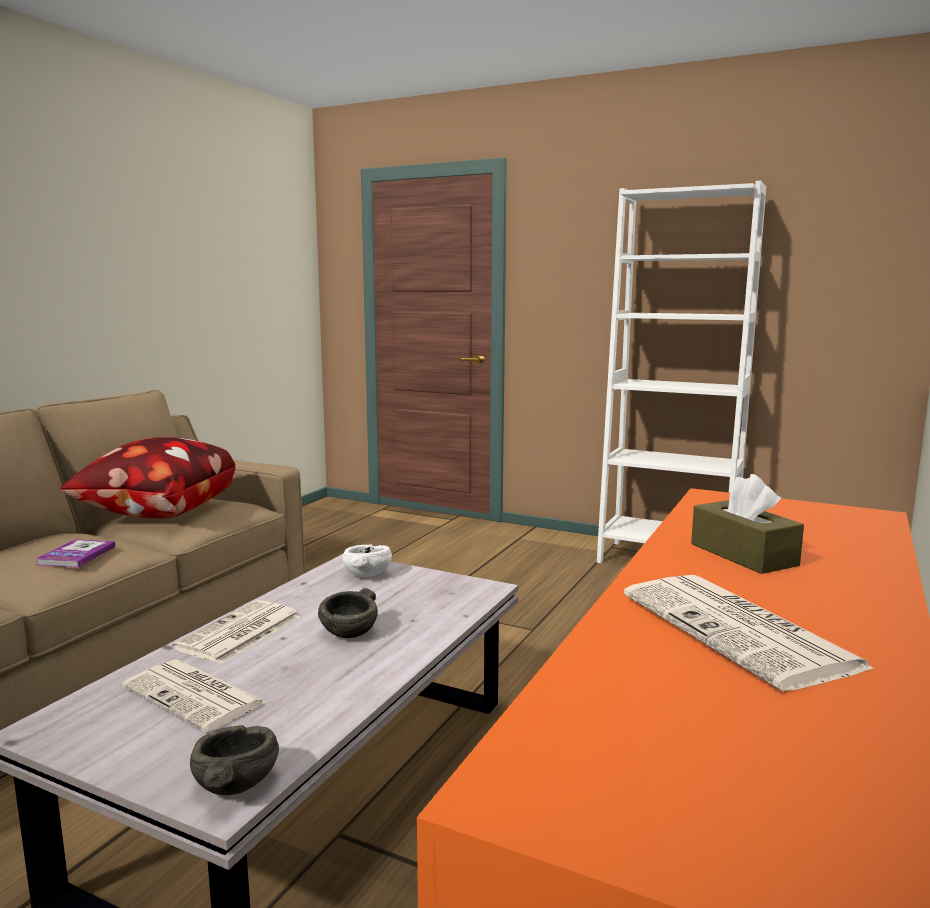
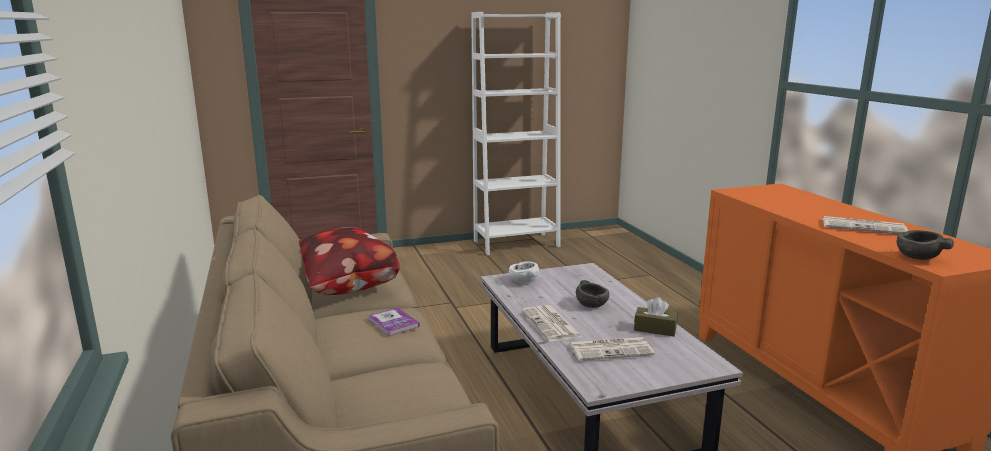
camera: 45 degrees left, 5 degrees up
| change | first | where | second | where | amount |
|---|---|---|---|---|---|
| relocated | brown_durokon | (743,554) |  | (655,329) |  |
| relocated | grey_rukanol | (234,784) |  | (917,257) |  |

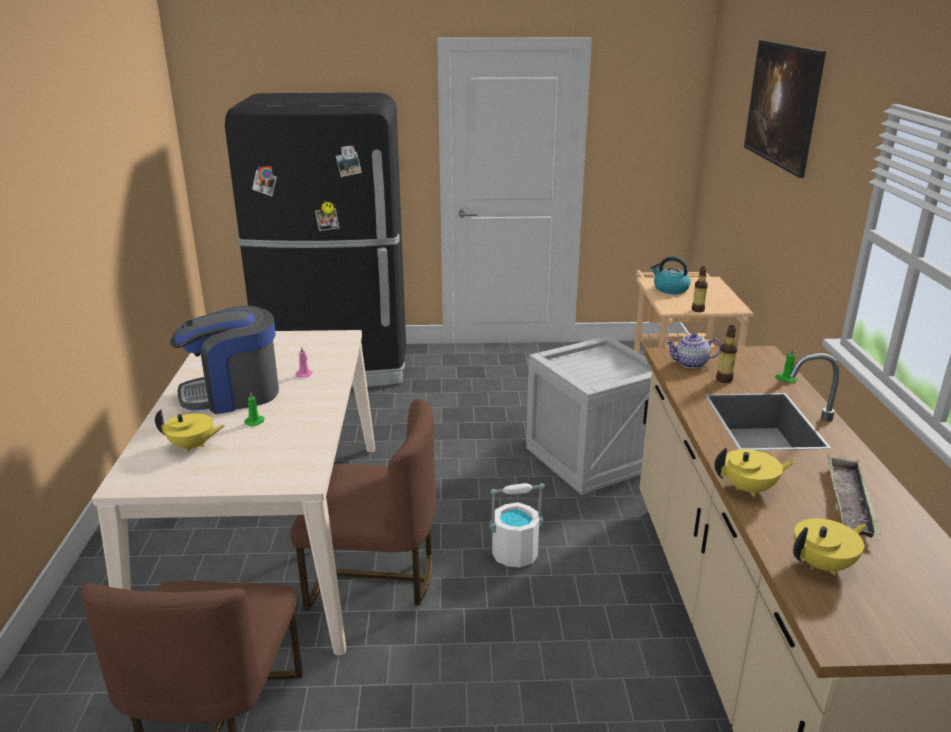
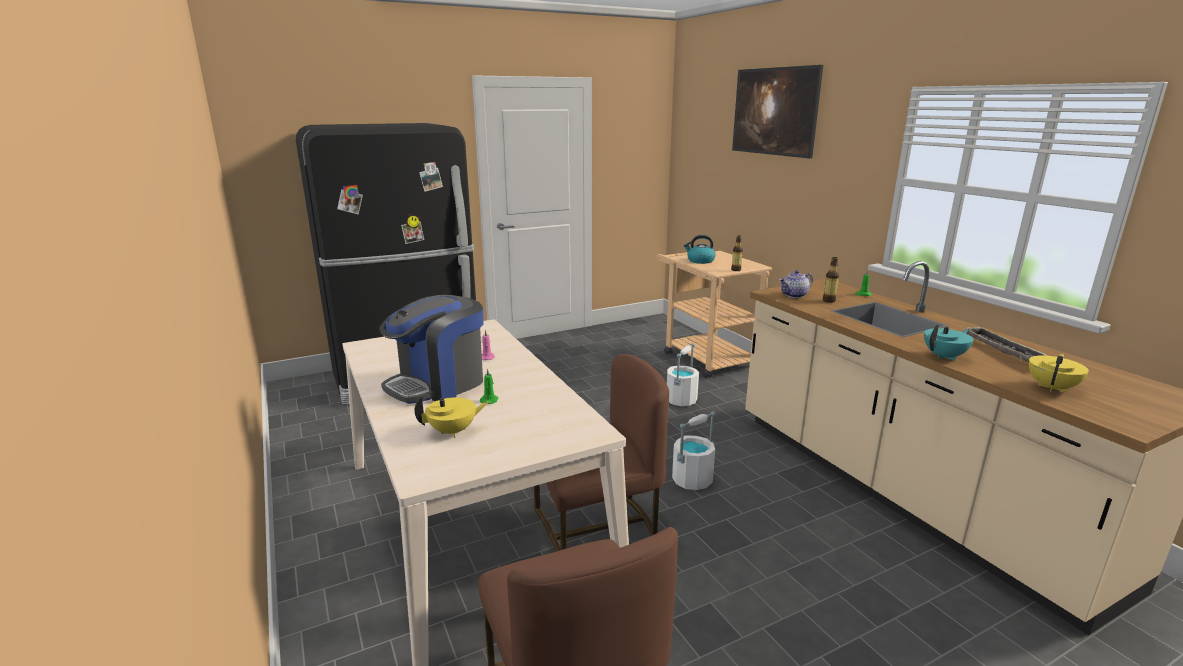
camera: 25 degrees left, 5 degrees down
| change | first | where | second | where | amount |
|---|---|---|---|---|---|
| exchanged | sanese | (591,458) | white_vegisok | (681,400) |  |
| colour | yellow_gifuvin | (749,489) | turquoise_gifuvin | (944,356) |  |

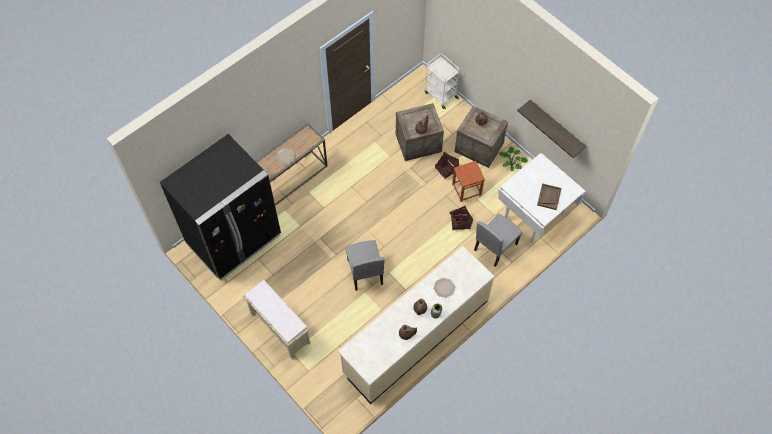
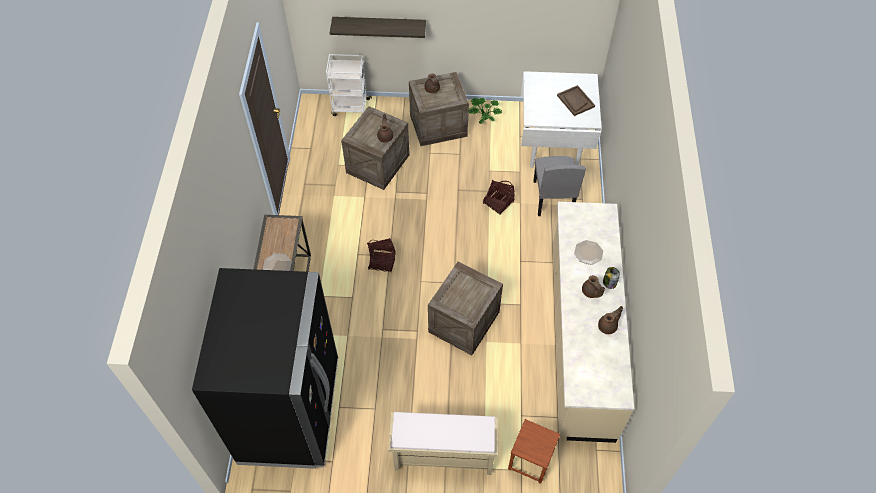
camera: 45 degrees left, 5 degrees down
| change | first | where | second | where | amount |
|---|---|---|---|---|---|
| relocated | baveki | (556,127) |  | (379,26) |  |
| relocated | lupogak | (446,169) |  | (382,261) |  |
| exchanged | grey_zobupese | (364,272) | sanese | (464,322) |  |
| relocated | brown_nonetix | (466,189) |  | (530,460) |  |

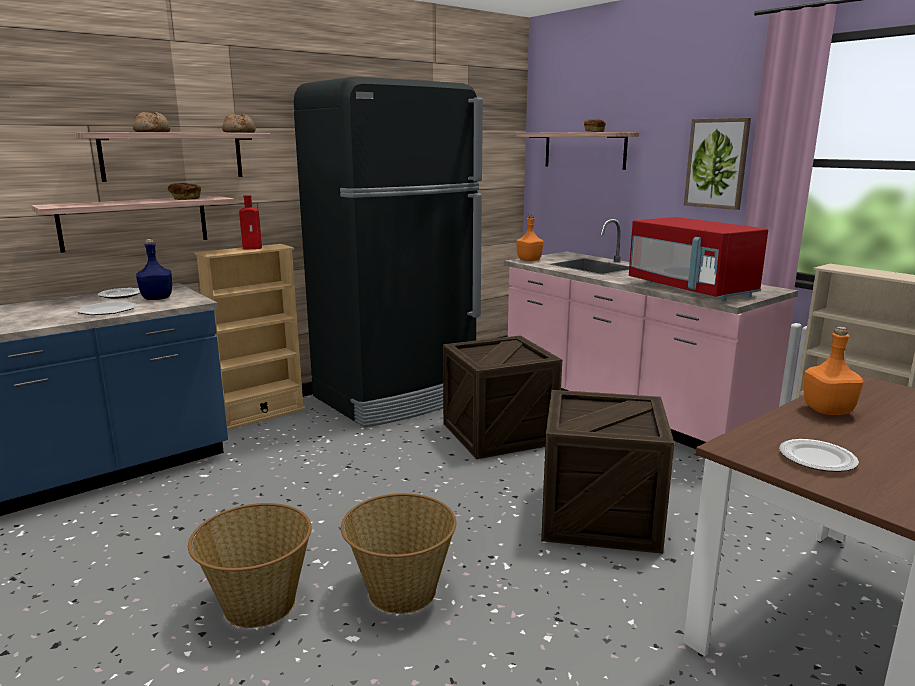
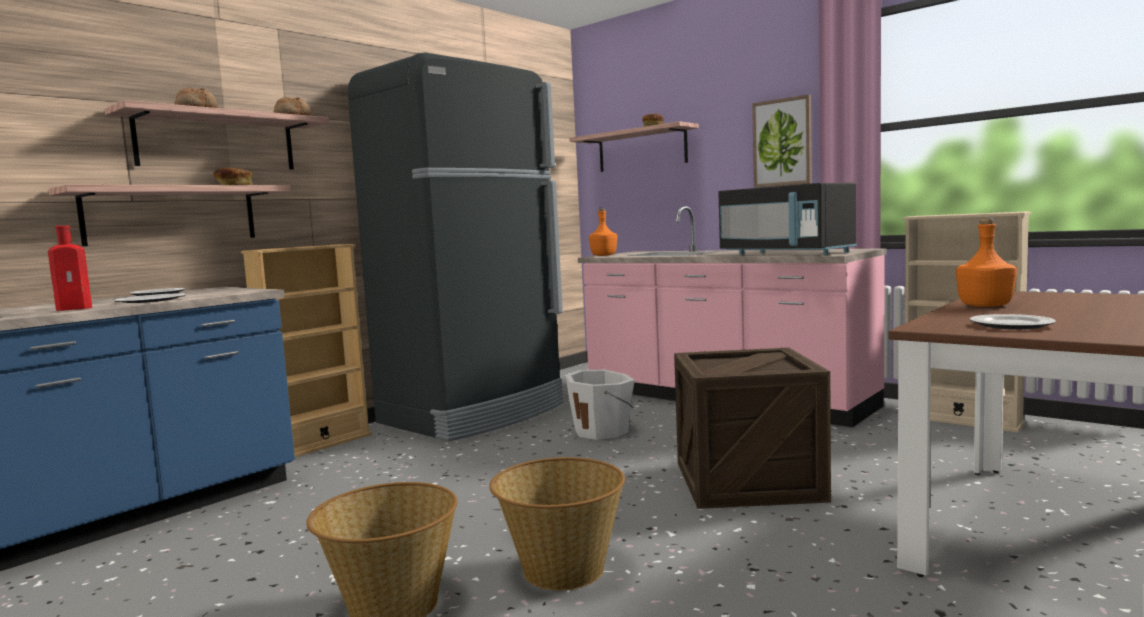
camera: 10 degrees left, 10 degrees down
| change | first | where | second | where | amount |
|---|---|---|---|---|---|
| relocated | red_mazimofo | (253,248) |  | (77,308) |  |
| exchanged | sanese | (498,433) | white_vegisok | (603,431) |  |
| colour | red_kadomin | (690,289) | black_kadomin | (786,254) |  |
| missing | blue_mazimofo | (156,298) |  |  |  |

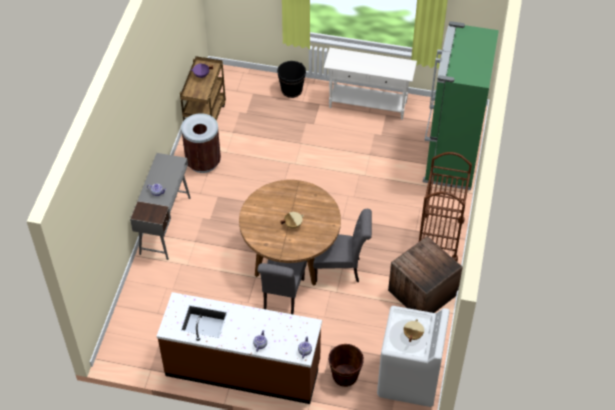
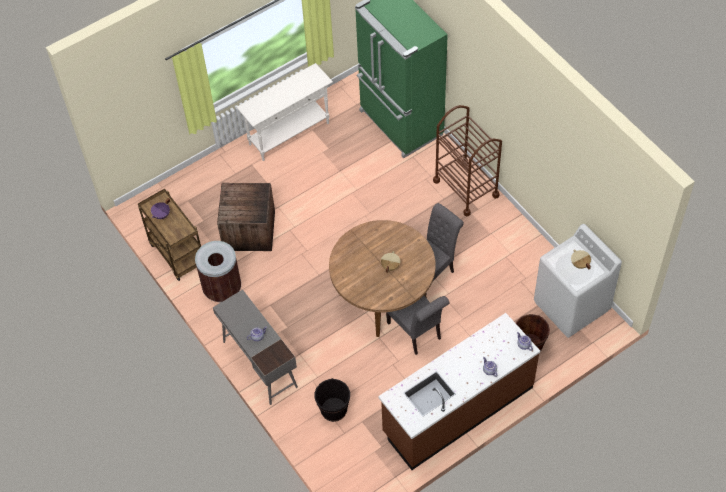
camera: 45 degrees left, 5 degrees up
| change | first | where | second | where | amount |
|---|---|---|---|---|---|
| relocated | sanese | (422,293) |  | (250,231) |  |
| relocated | black_vegisok | (291,90) |  | (333,410) |  |

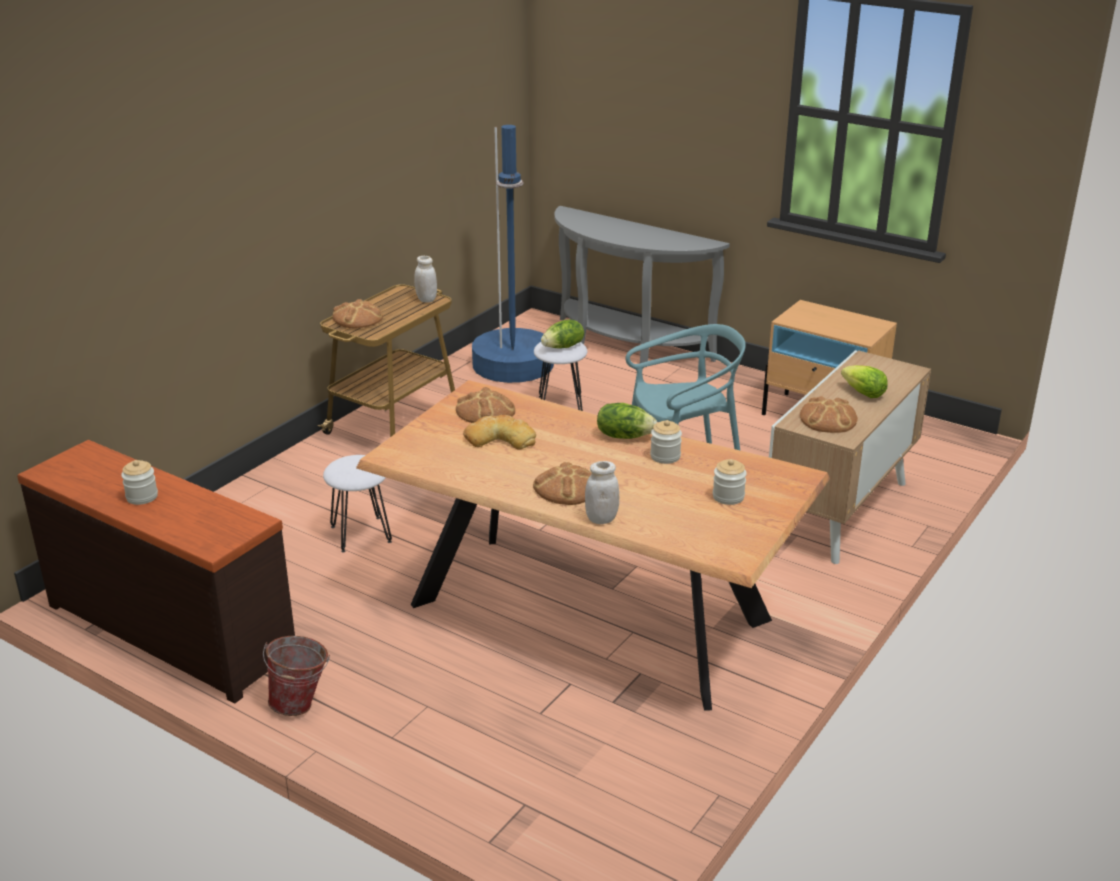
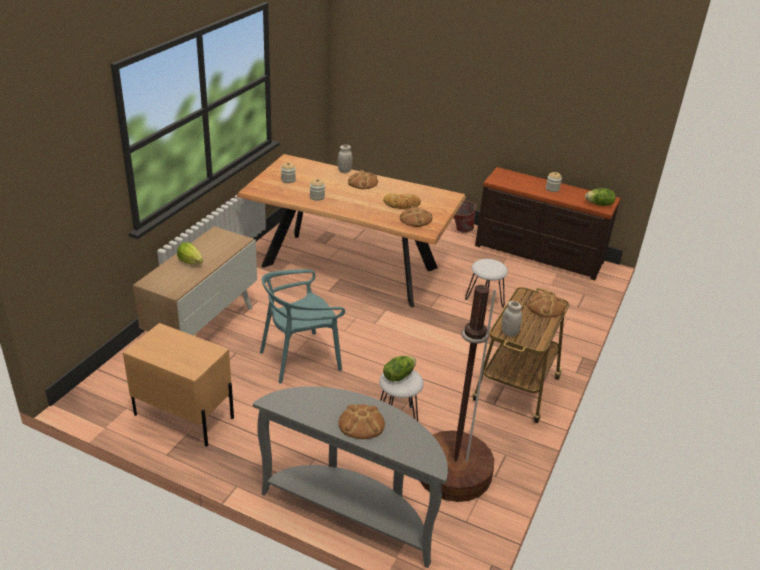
camera: 170 degrees right, 5 degrees up
| change | first | where | second | where | amount |
|---|---|---|---|---|---|
| relocated | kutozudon | (828,419) |  | (361,423) |  |
| colour | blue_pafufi | (513,365) | brown_pafufi | (453,472) |  |
| relocated | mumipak | (624,436) |  | (599,204) |  |

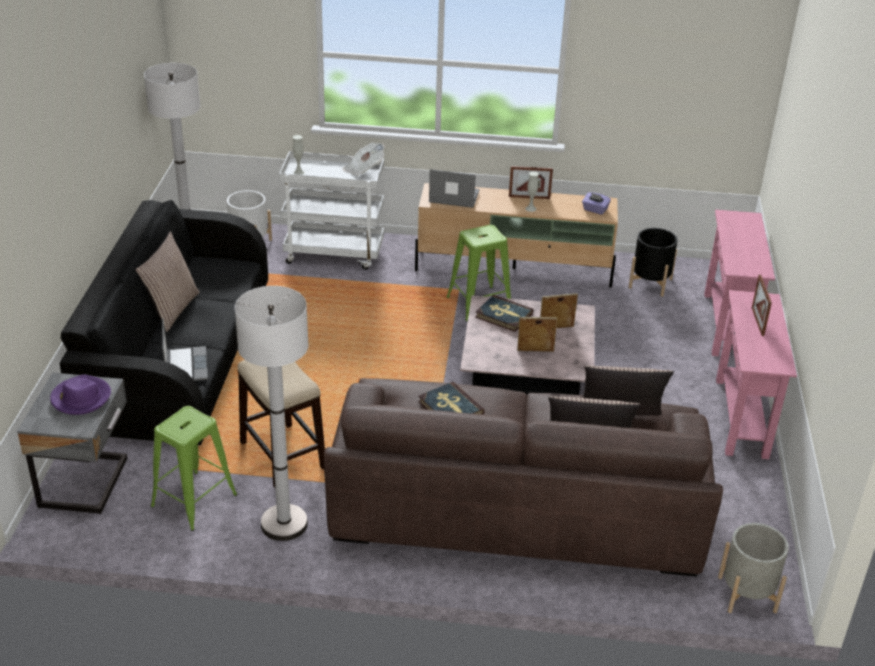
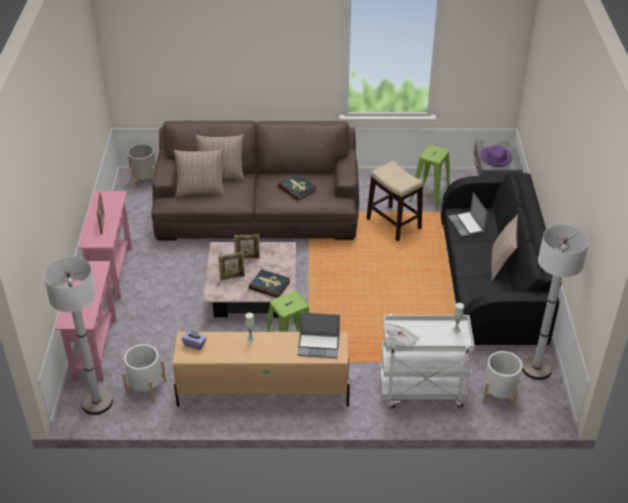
camera: 175 degrees right, 5 degrees up
| change | first | where | second | where | amount |
|---|---|---|---|---|---|
| relocated | white_pafufi | (284,524) |  | (97,402) |  |
| colour | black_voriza | (650,283) | white_voriza | (146,387) |  |
| missing | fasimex | (529,197) |  |  |  |

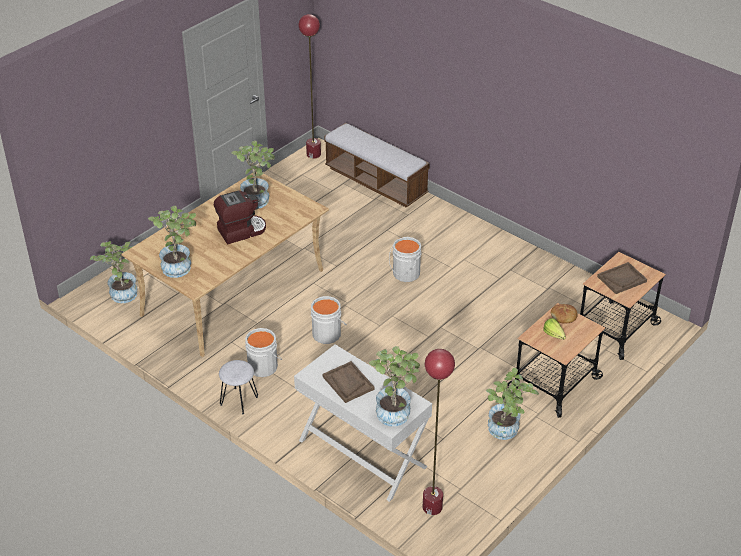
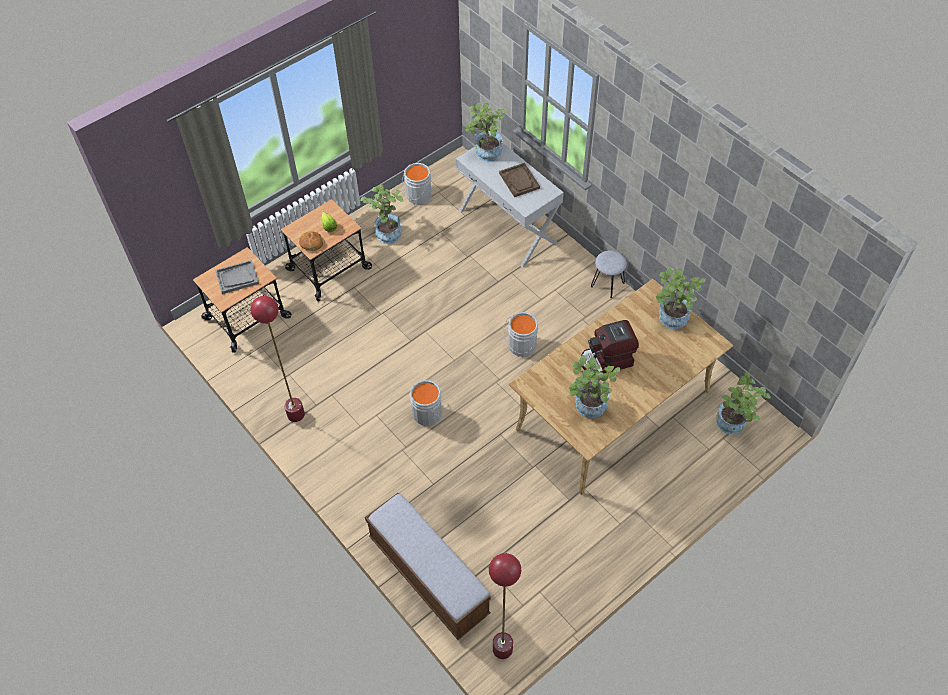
camera: 170 degrees left, 15 degrees up
| change | first | where | second | where | amount |
|---|---|---|---|---|---|
| colour | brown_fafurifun | (621,279) | grey_fafurifun | (237,278) |  |
| relocated | red_pafufi | (432,507) |  | (296,414) |  |
| relocated | grey_vegisok | (264,366) |  | (417,196) |  |

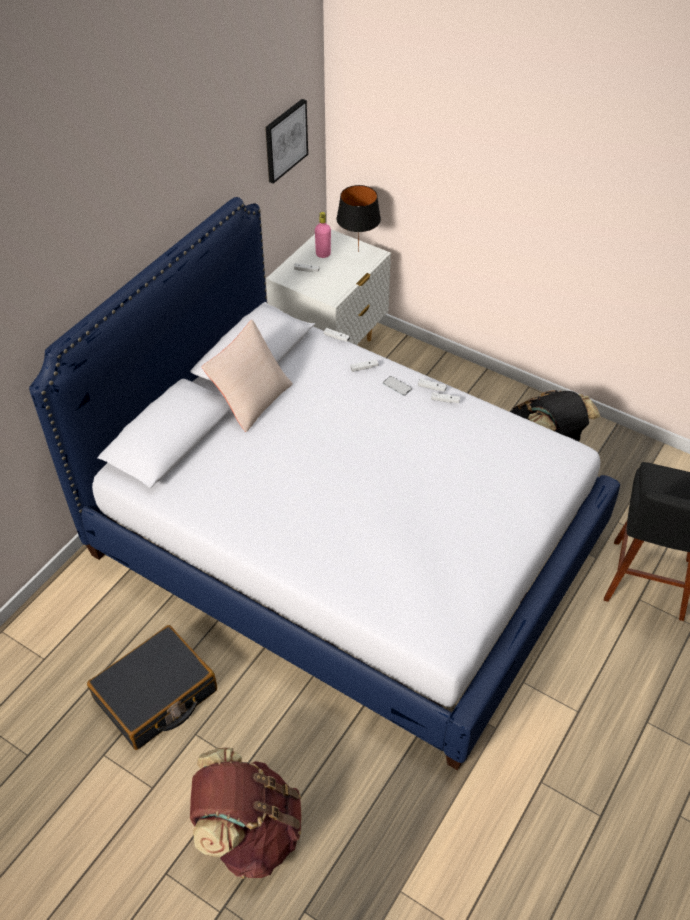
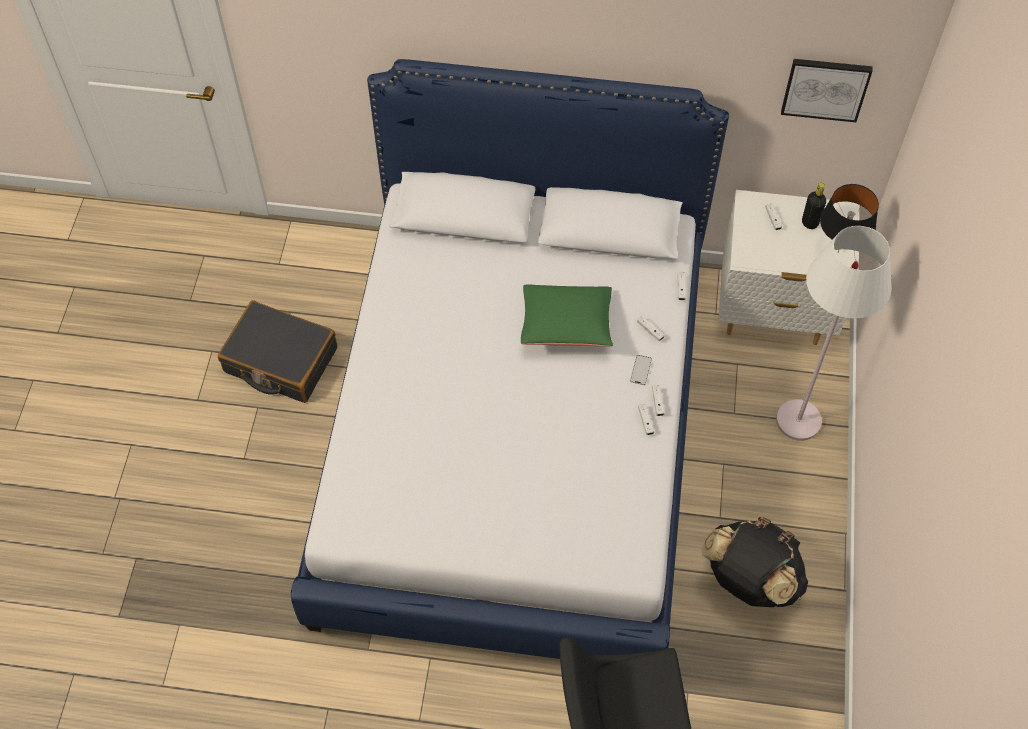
camera: 65 degrees right, 10 degrees up
| change | first | where | second | where | amount |
|---|---|---|---|---|---|
| appeared |  |  | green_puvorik | (566,325) |  |
| appeared |  |  | white_pafufi | (799,420) |  |
| colour | pink_mazimofo | (323,254) | black_mazimofo | (810,223) |  |
| missing | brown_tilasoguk | (249,832) |  |  |  |
| missing | beige_puvorik | (251,398) |  |  |  |

